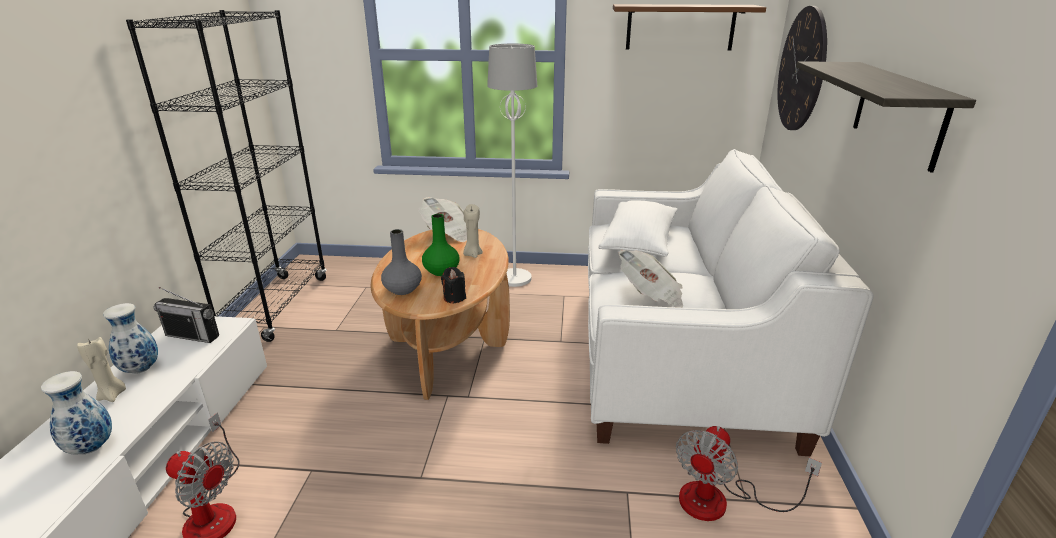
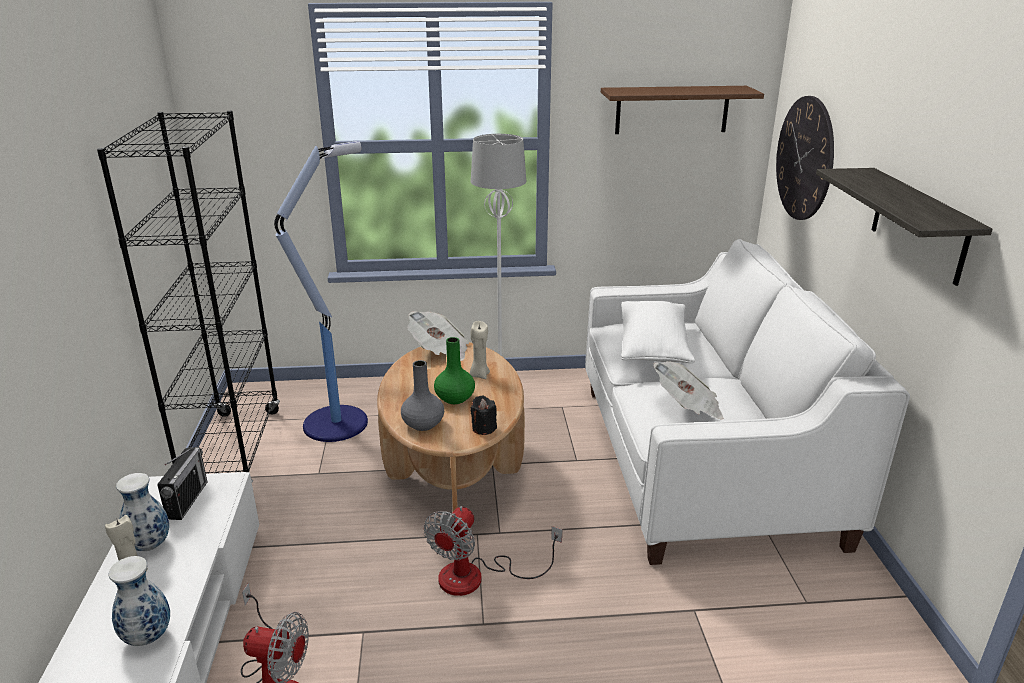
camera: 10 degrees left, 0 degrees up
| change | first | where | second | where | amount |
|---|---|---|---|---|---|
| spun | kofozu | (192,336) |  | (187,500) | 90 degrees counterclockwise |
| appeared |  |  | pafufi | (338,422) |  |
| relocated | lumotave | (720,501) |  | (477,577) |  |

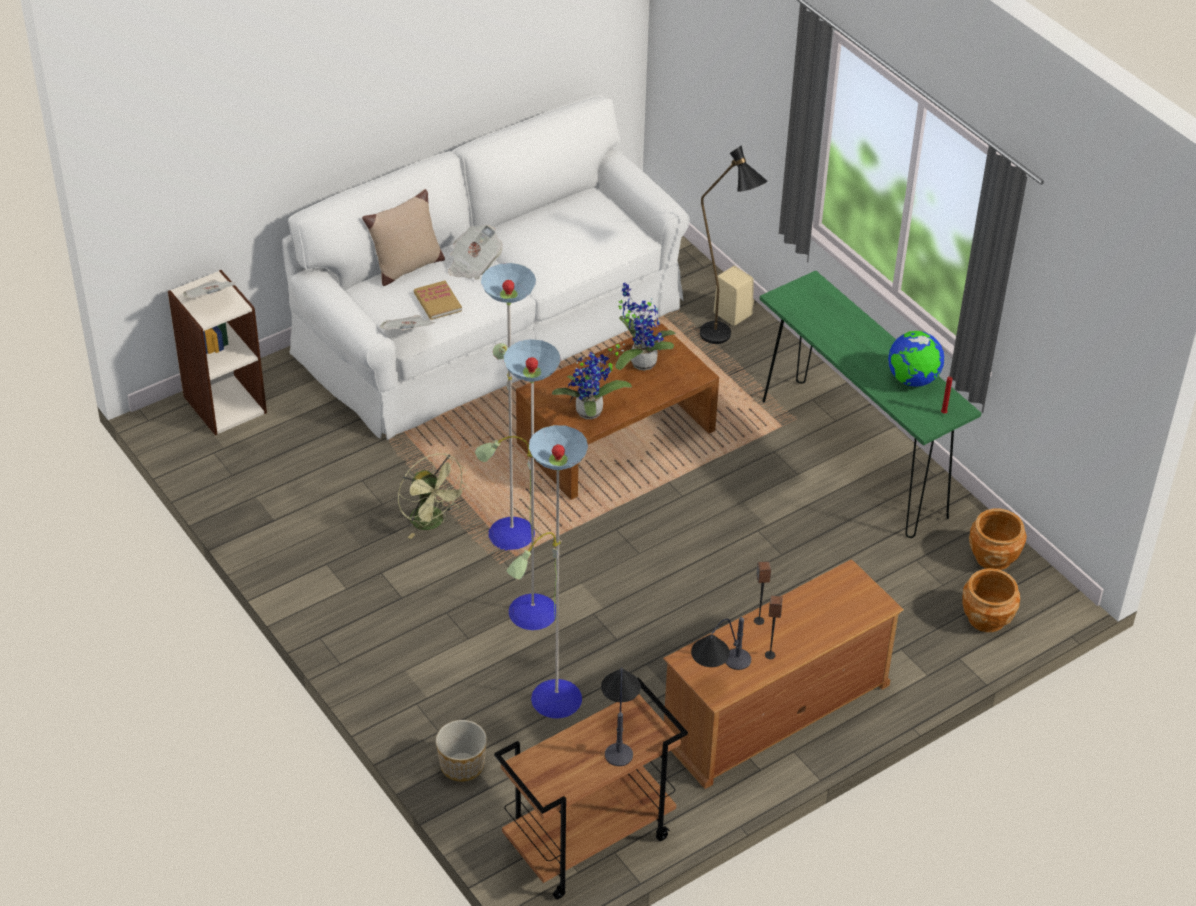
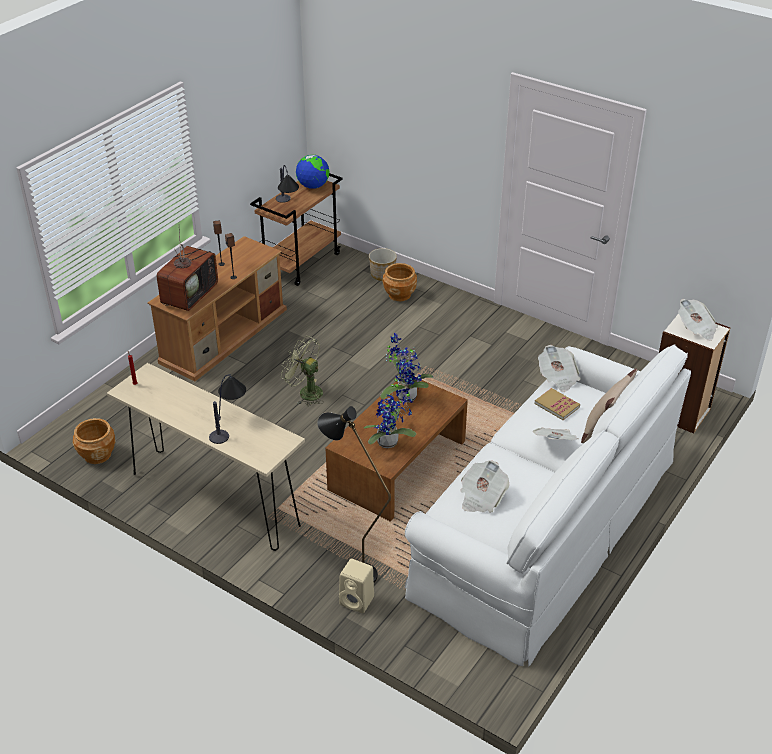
camera: 160 degrees right, 5 degrees down
| change | first | where | second | where | amount |
|---|---|---|---|---|---|
| colour | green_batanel | (853,457) | beige_batanel | (214,499) |  |
| appeared |  |  | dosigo | (189,294) |  |
| relocated | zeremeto | (719,674) |  | (229,424) |  |
| relocated | green_lumotave | (432,522) |  | (305,392) |  |
| relocated | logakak | (912,379) |  | (313,186) |  |
| relocated | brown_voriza | (986,618) |  | (399,294) |  |
| appeared |  |  | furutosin | (481,497) |  |
| missing | pafufi | (529,611) |  |  |  |

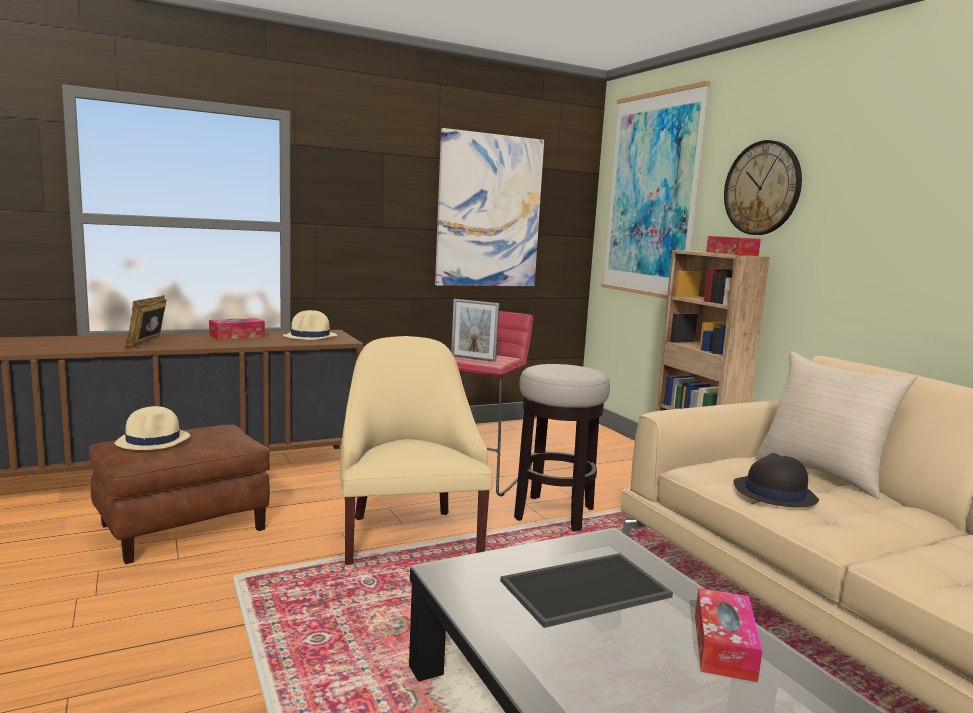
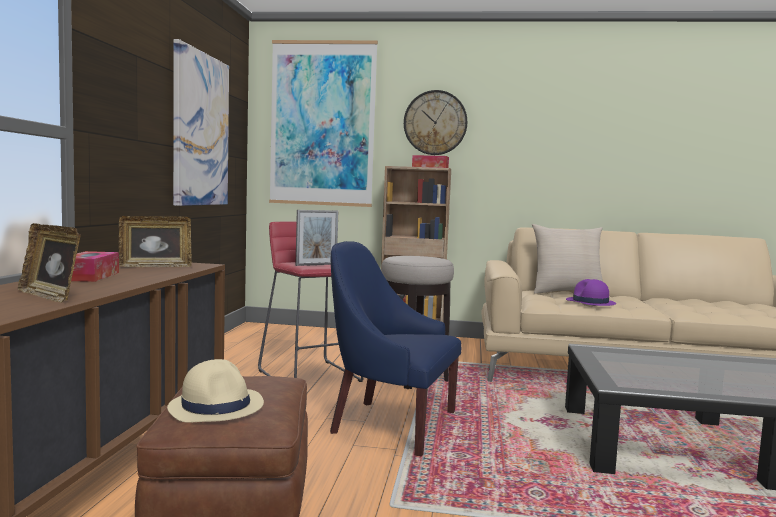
camera: 55 degrees left, 5 degrees down
| change | first | where | second | where | amount |
|---|---|---|---|---|---|
| exchanged | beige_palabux | (310,336) | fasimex | (155,266) |  |
| colour | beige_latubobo | (408,535) | blue_latubobo | (390,424) |  |
| colour | black_palabux | (774,493) | purple_palabux | (590,302) |  |
| missing | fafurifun | (585,590) |  |  |  |
| missing | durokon | (724,646) |  |  |  |

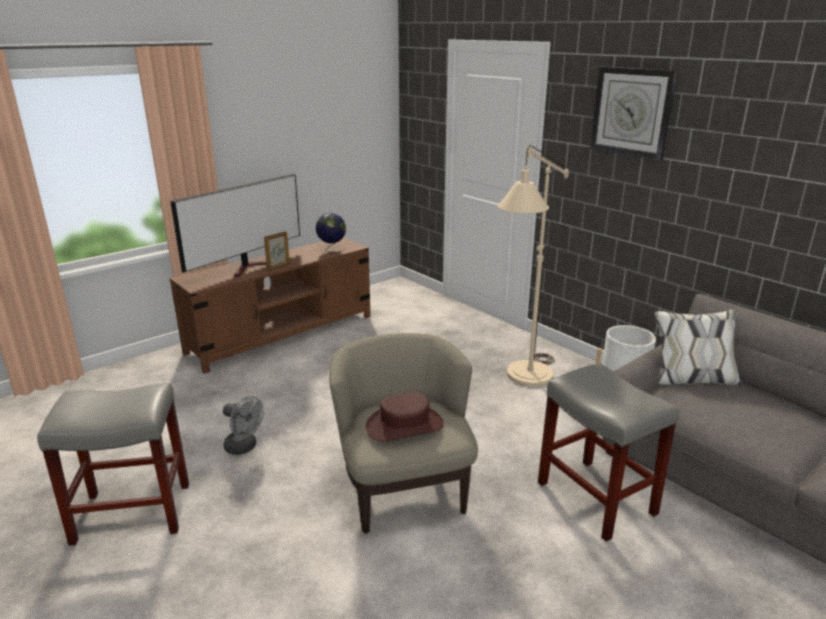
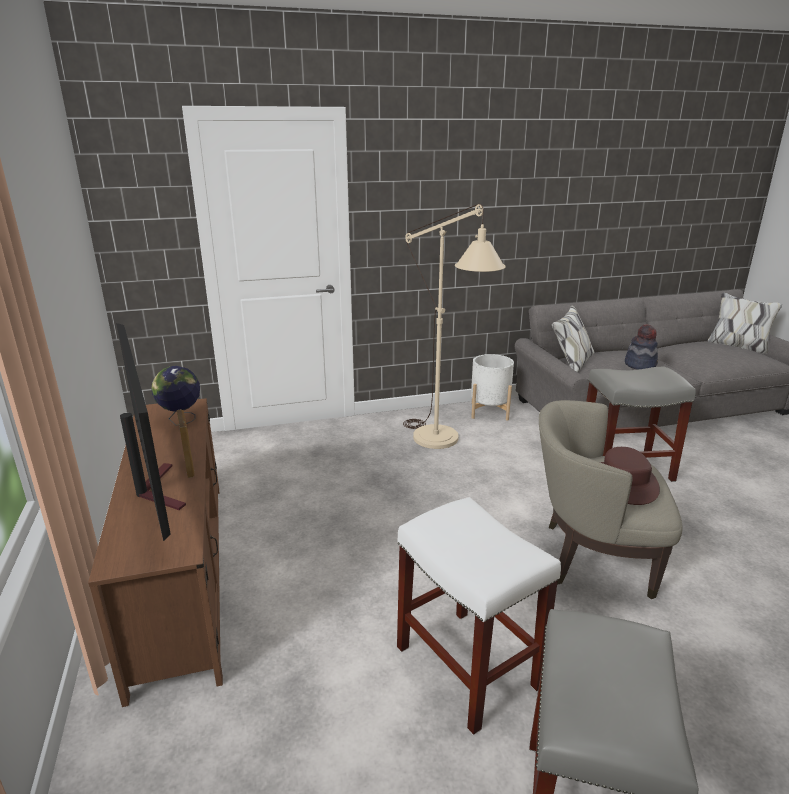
camera: 65 degrees left, 0 degrees up
| change | first | where | second | where | amount |
|---|---|---|---|---|---|
| exchanged | grey_lumotave | (244,447) | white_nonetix | (465,666) |  |
| appeared |  |  | palabux | (640,365) |  |
| missing | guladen | (632,112) |  |  |  |

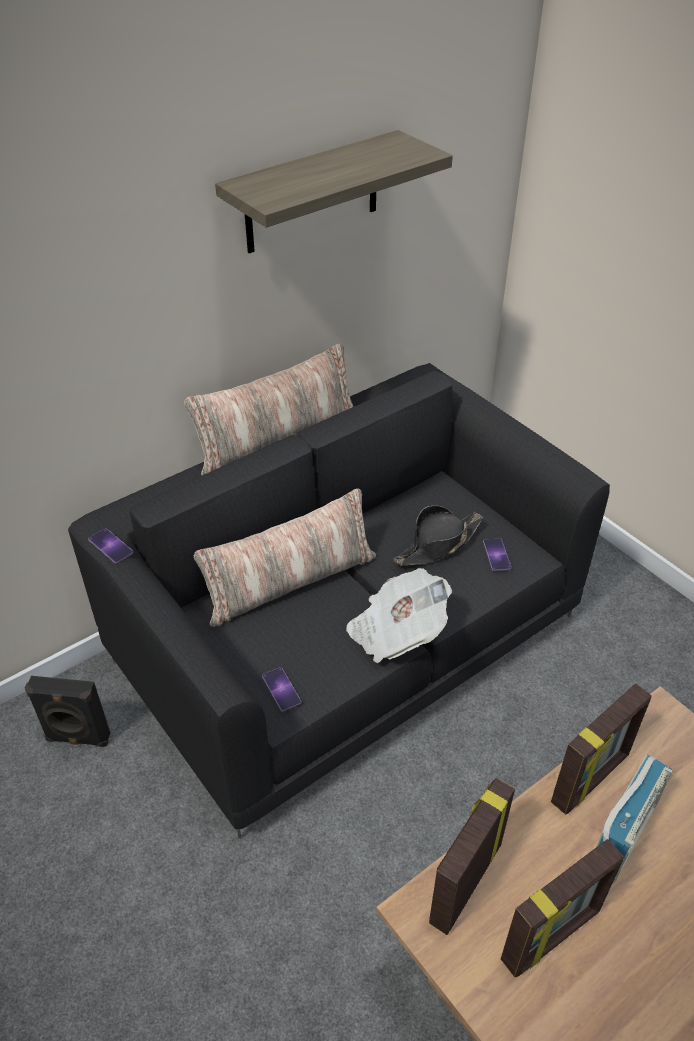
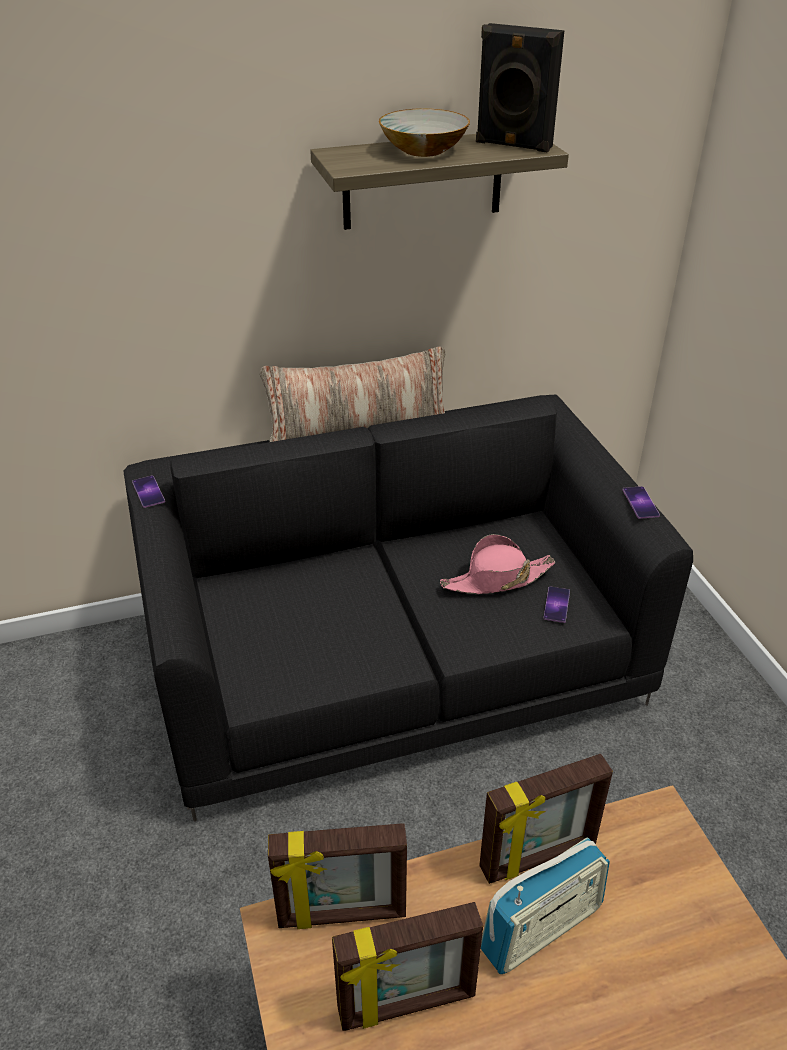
camera: 20 degrees right, 5 degrees down
| change | first | where | second | where | amount |
|---|---|---|---|---|---|
| spun | fasimex | (464,882) |  | (342,915) | 150 degrees counterclockwise |
| appeared |  |  | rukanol | (422,150) |  |
| colour | black_palabux | (438,544) | pink_palabux | (497,579) |  |
| relocated | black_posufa | (77,739) |  | (513,145) |  |
| relocated | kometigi | (281,689) |  | (640,502) |  |
| missing | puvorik | (290,582) |  |  |  |
| missing | furutosin | (396,632) |  |  |  |

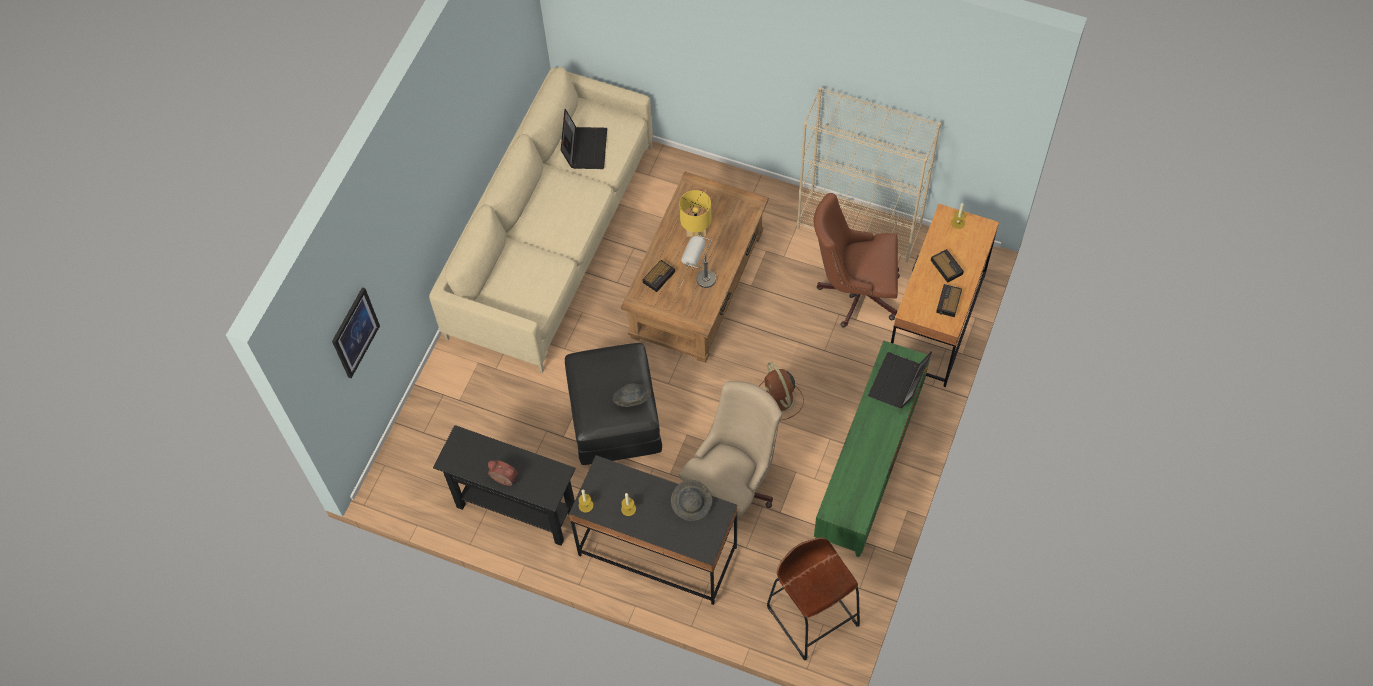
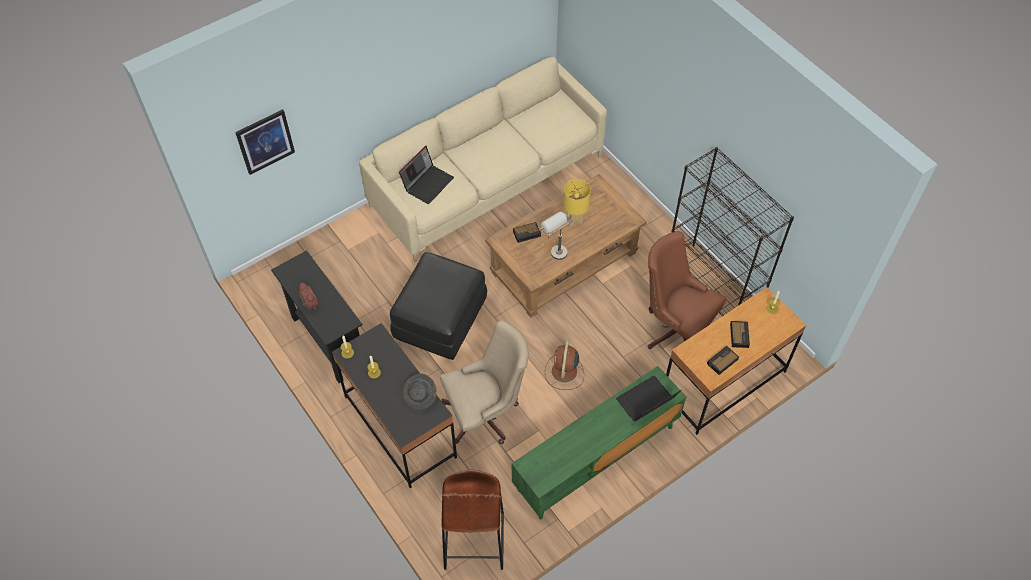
camera: 30 degrees right, 5 degrees down
| change | first | where | second | where | amount |
|---|---|---|---|---|---|
| relocated | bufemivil | (585,148) |  | (427,183) |  |
| colour | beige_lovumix | (859,227) | black_lovumix | (712,286) |  |
| missing | grey_palabux | (632,399) |  |  |  |

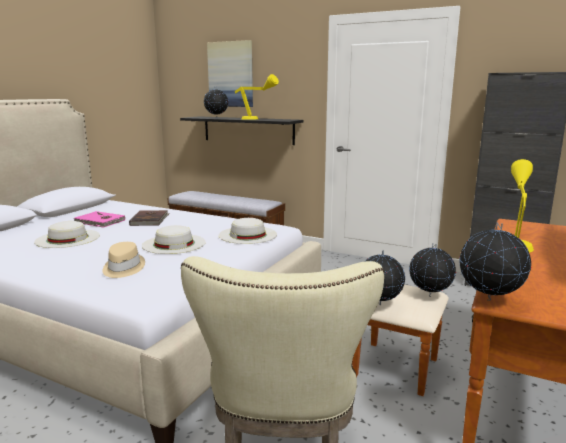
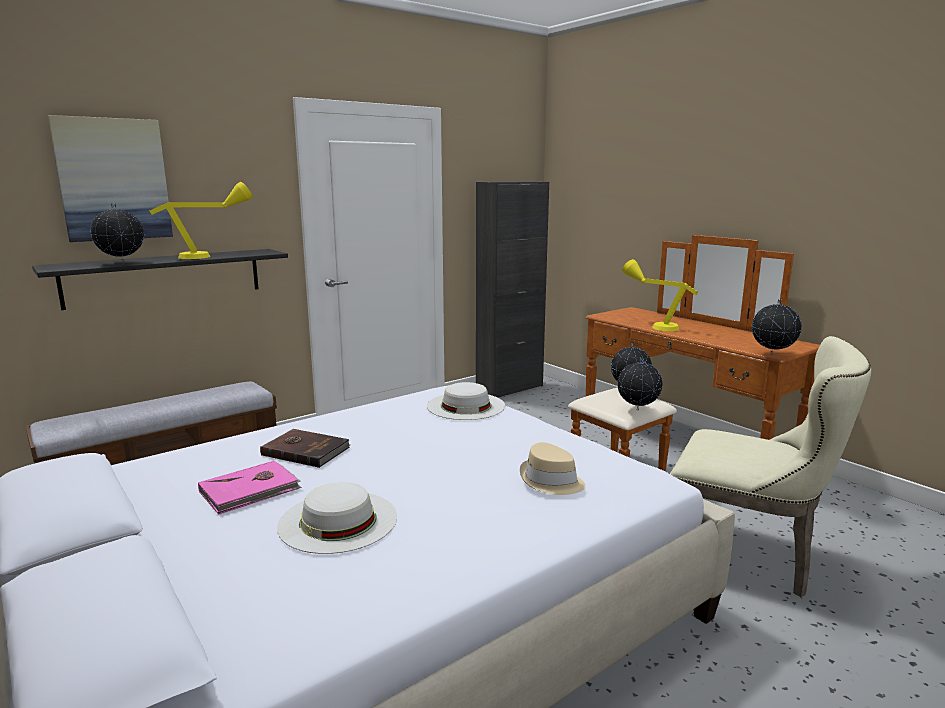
camera: 65 degrees left, 0 degrees up
| change | first | where | second | where | amount |
|---|---|---|---|---|---|
| missing | white_palabux | (174,243) |  |  |  |

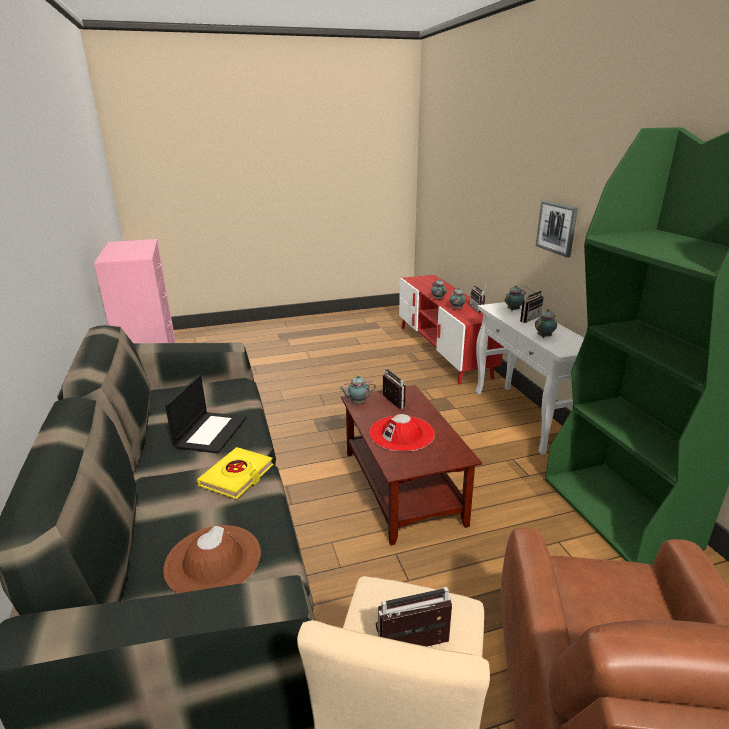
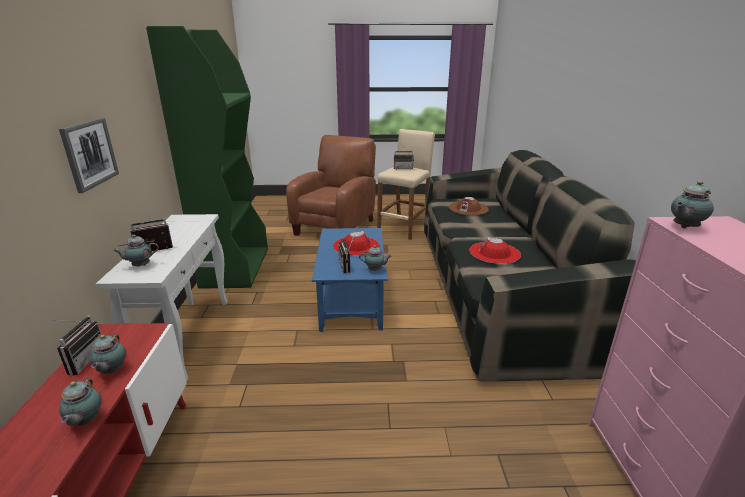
camera: 165 degrees left, 0 degrees up
| change | first | where | second | where | amount |
|---|---|---|---|---|---|
| colour | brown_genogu | (401,486) | blue_genogu | (352,299) |  |
| exchanged | bufemivil | (211,432) | red_palabux | (494,253) |  |
| relocated | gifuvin | (544,336) |  | (683,227) |  |
| missing | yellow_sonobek | (237,476) |  |  |  |

